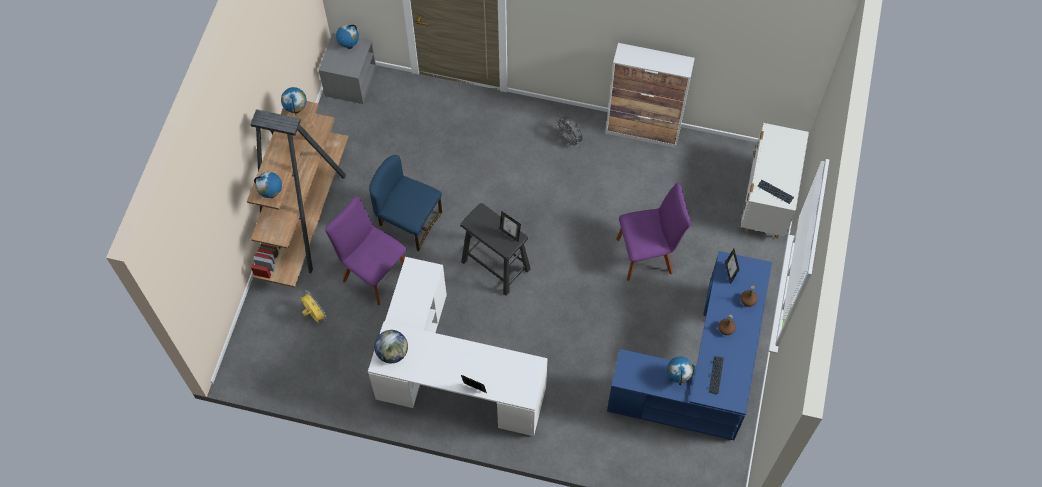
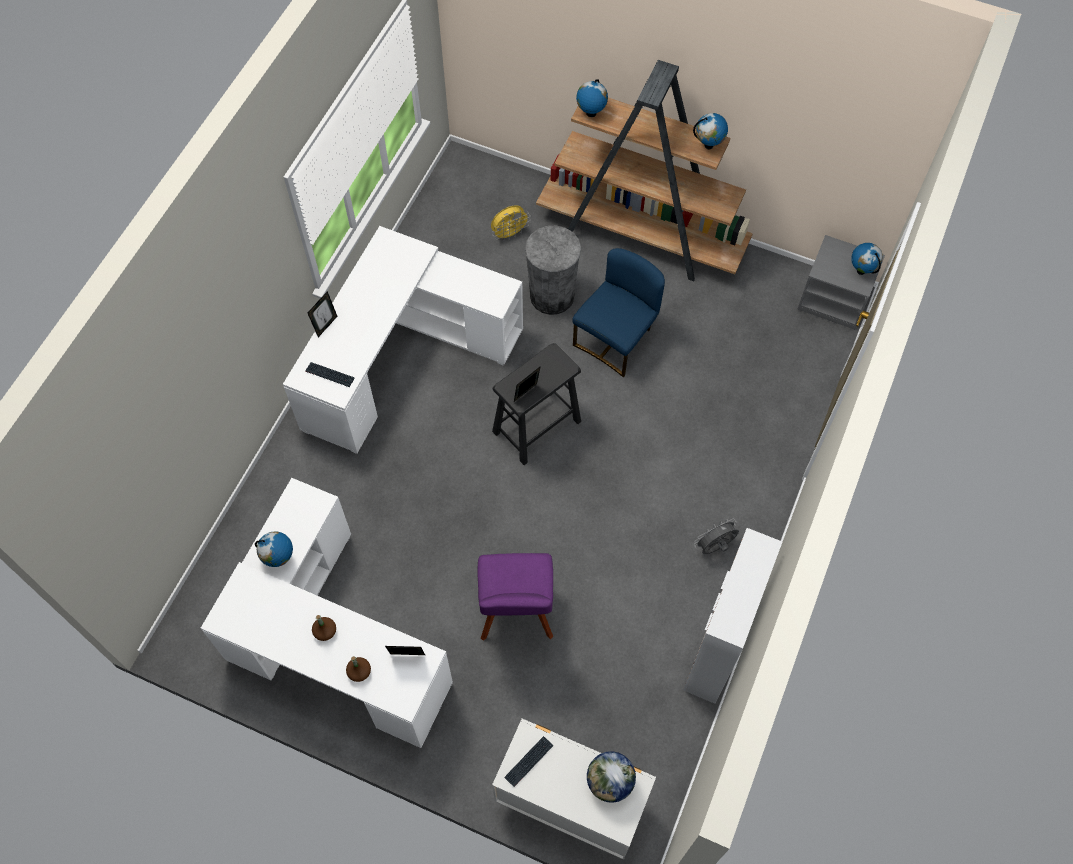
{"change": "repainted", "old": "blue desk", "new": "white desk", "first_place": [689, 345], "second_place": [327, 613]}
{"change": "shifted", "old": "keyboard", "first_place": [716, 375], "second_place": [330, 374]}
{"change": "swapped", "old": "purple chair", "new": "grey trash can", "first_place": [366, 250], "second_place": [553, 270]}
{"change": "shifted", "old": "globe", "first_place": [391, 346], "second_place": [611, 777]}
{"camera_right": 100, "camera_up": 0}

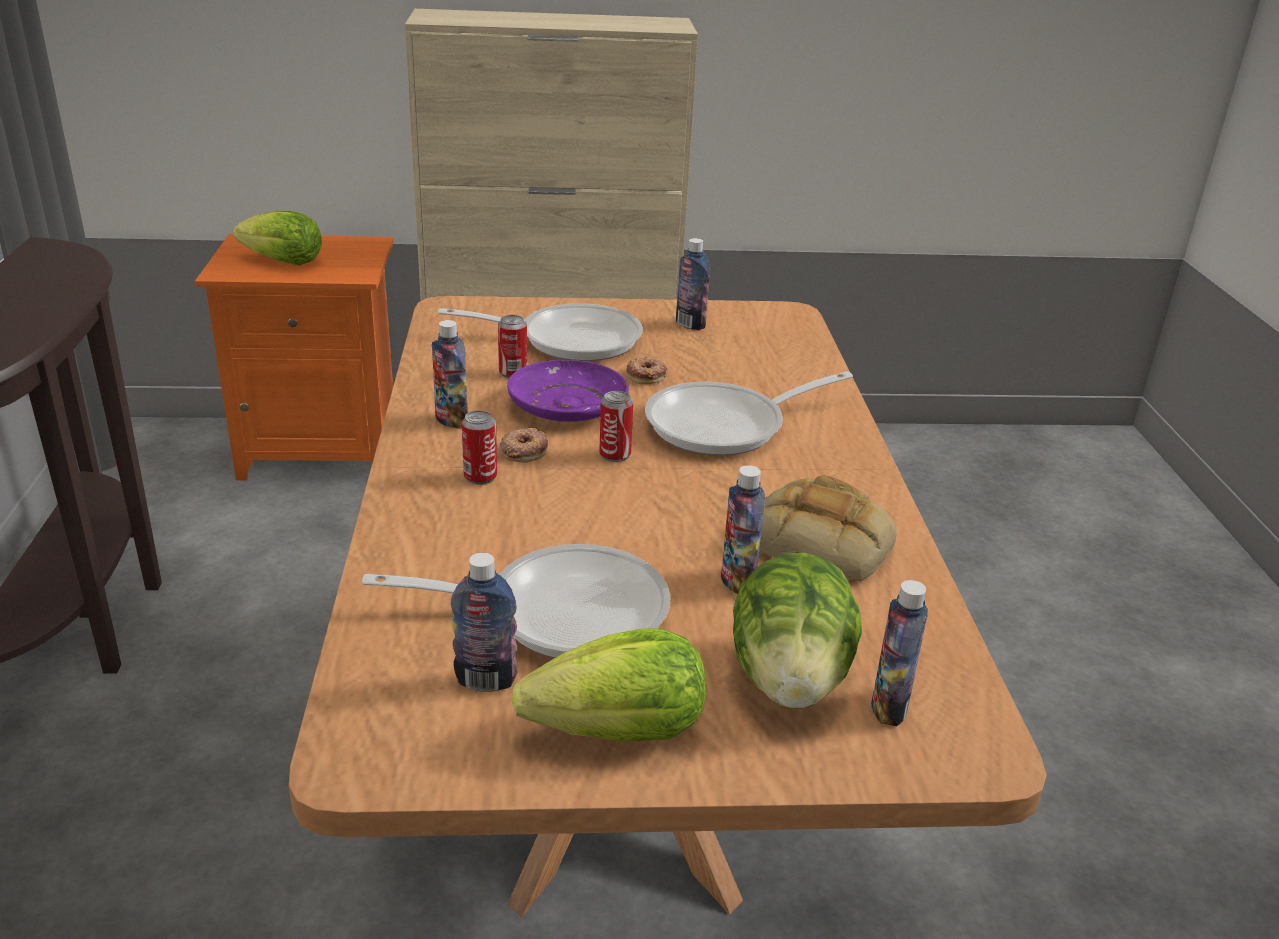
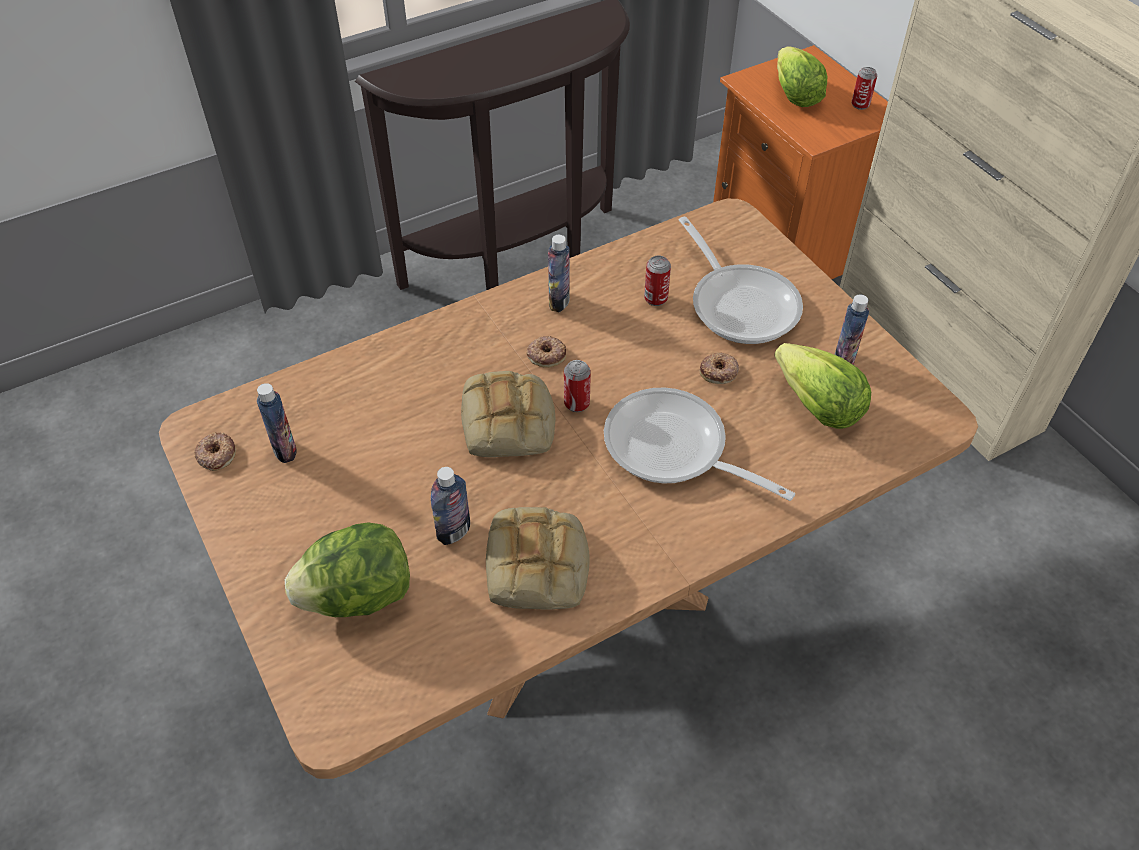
{"change": "new", "new": "donut", "second_place": [215, 451]}
{"change": "new", "new": "bread", "second_place": [508, 414]}
{"change": "shifted", "old": "lettuce", "first_place": [608, 684], "second_place": [822, 386]}
{"change": "shifted", "old": "can", "first_place": [479, 447], "second_place": [864, 88]}
{"change": "gone", "old": "frying pan", "first_place": [516, 601]}
{"change": "gone", "old": "purple plate", "first_place": [568, 391]}
{"change": "gone", "old": "bottle", "first_place": [899, 653]}
{"camera_right": 65, "camera_up": 20}

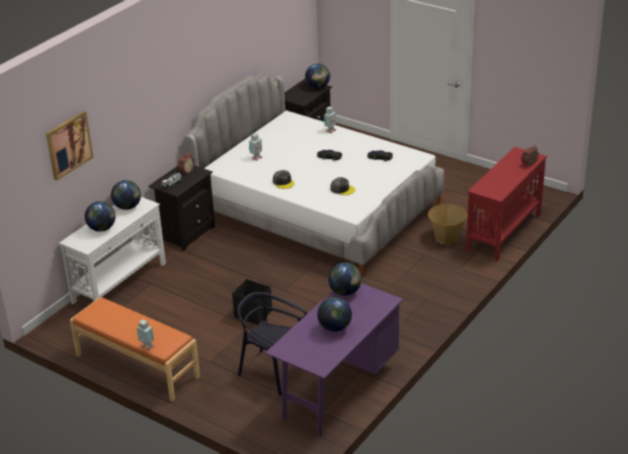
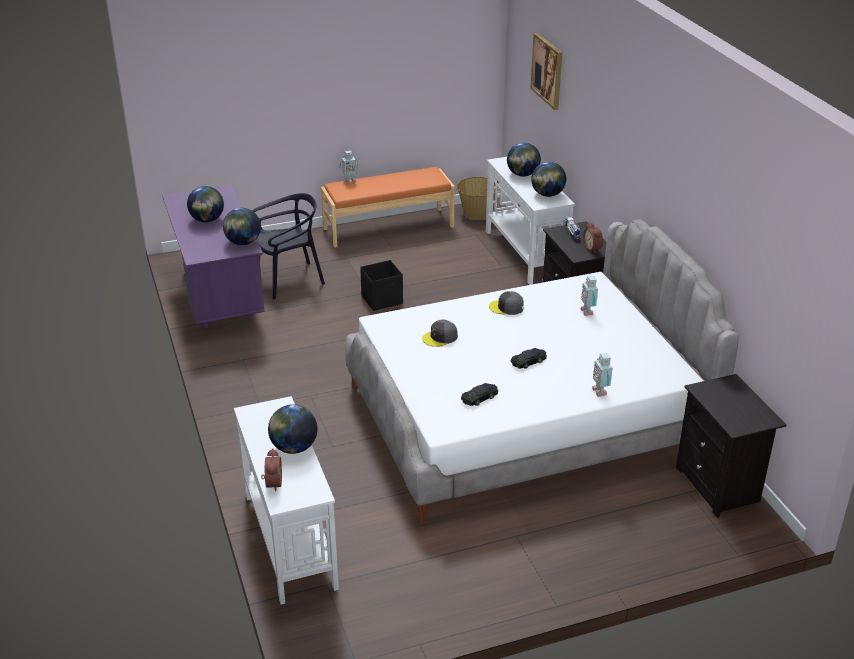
{"change": "repainted", "old": "red console table", "new": "white console table", "first_place": [506, 204], "second_place": [286, 500]}
{"change": "shifted", "old": "globe", "first_place": [317, 76], "second_place": [293, 429]}
{"change": "shifted", "old": "basket", "first_place": [448, 224], "second_place": [478, 198]}
{"camera_right": 125, "camera_up": 0}

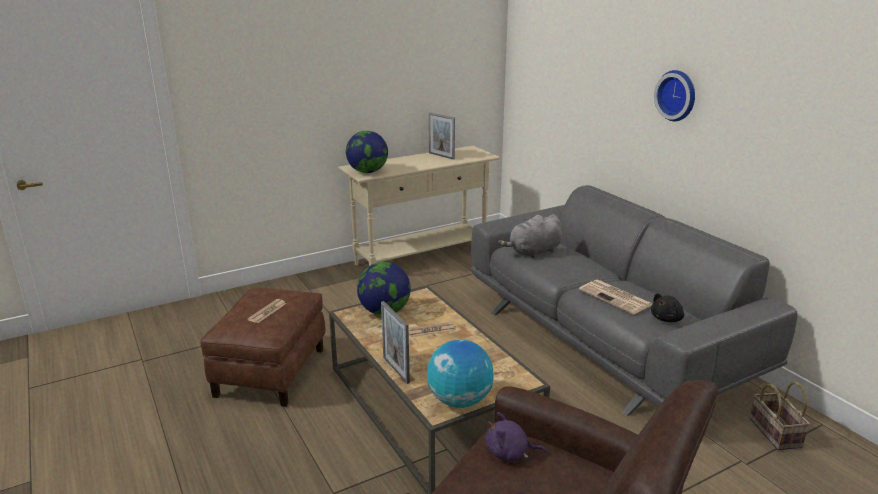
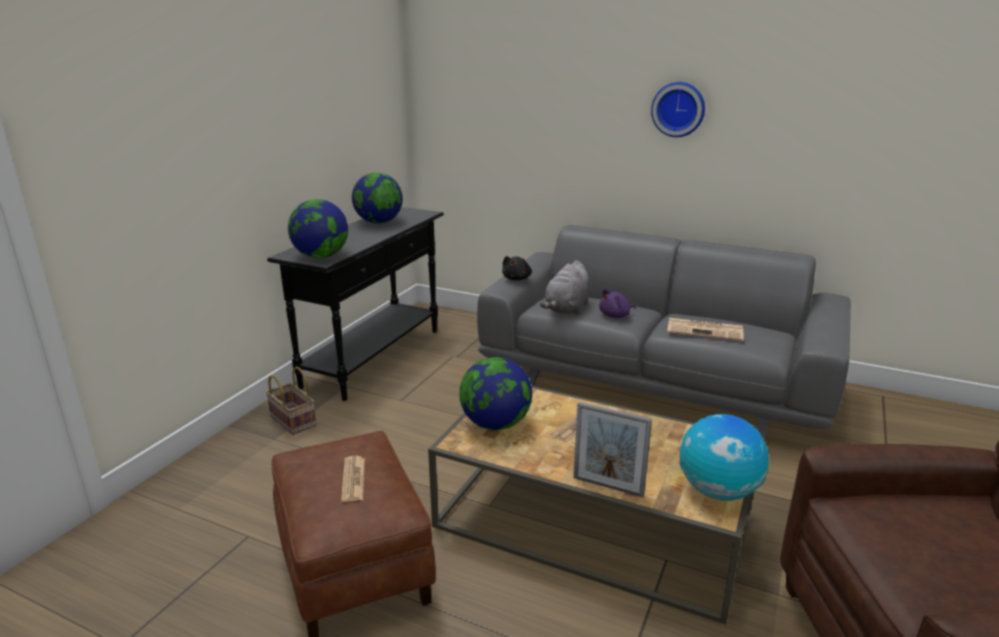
{"change": "shifted", "old": "basket", "first_place": [780, 416], "second_place": [291, 401]}
{"change": "repainted", "old": "beige console table", "new": "black console table", "first_place": [419, 206], "second_place": [355, 304]}
{"change": "swapped", "old": "picture frame", "new": "globe", "first_place": [442, 136], "second_place": [377, 198]}
{"change": "shifted", "old": "black plush toy", "first_place": [667, 307], "second_place": [517, 268]}
{"change": "shifted", "old": "purple plush toy", "first_place": [516, 436], "second_place": [617, 303]}
{"camera_right": -35, "camera_up": 0}

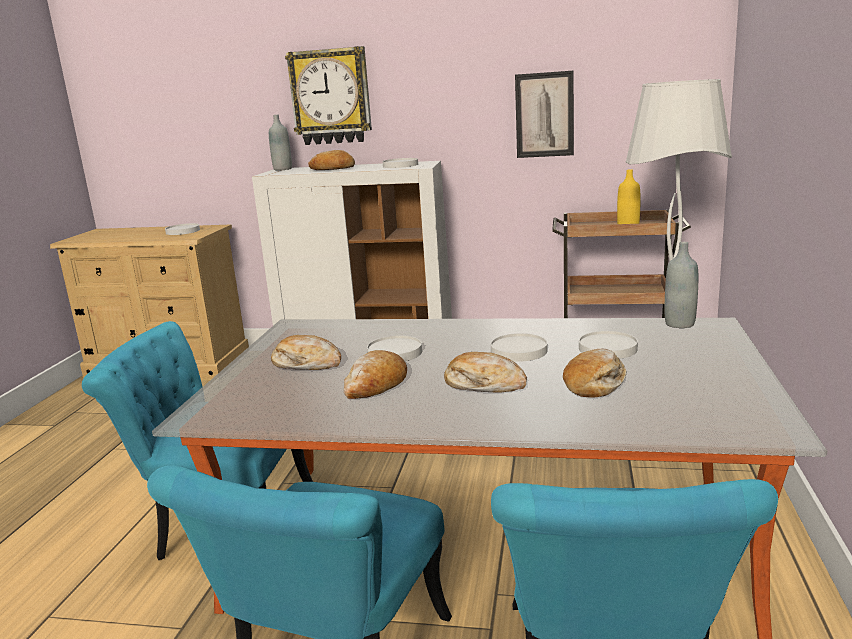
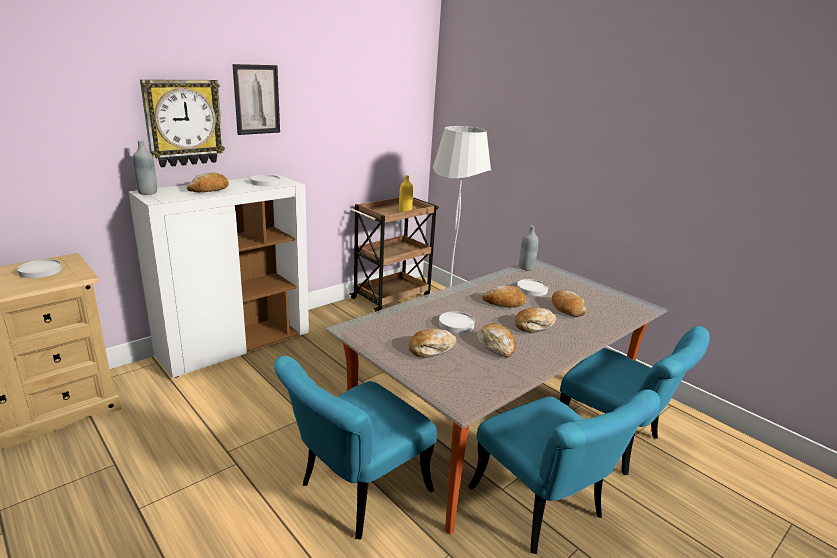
{"change": "shifted", "old": "picture", "first_place": [544, 114], "second_place": [256, 99]}
{"change": "swapped", "old": "white plate", "new": "bread", "first_place": [519, 347], "second_place": [504, 296]}
{"camera_right": -55, "camera_up": 5}

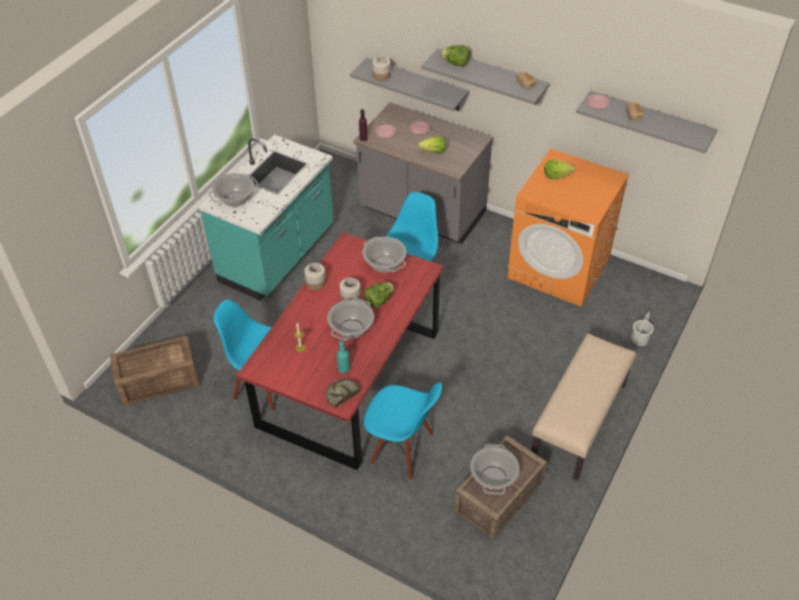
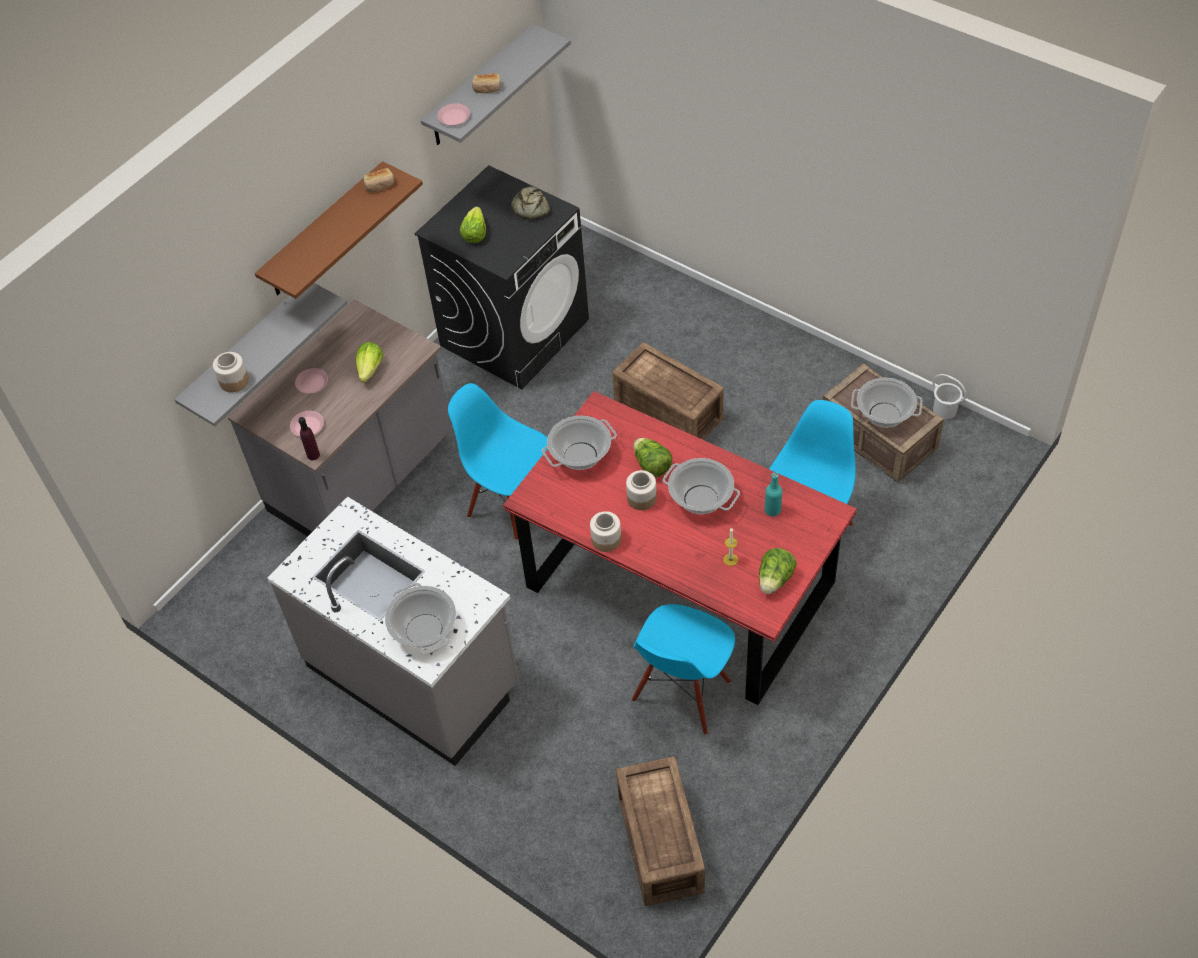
{"change": "repainted", "old": "grey shelf", "new": "brown shelf", "first_place": [485, 77], "second_place": [339, 230]}
{"change": "repainted", "old": "turquoise counter", "new": "grey counter", "first_place": [266, 218], "second_place": [393, 631]}
{"change": "repainted", "old": "orange washing machine", "new": "black washing machine", "first_place": [568, 227], "second_place": [502, 277]}
{"change": "shifted", "old": "bread", "first_place": [343, 393], "second_place": [530, 203]}
{"change": "new", "new": "crate", "second_place": [668, 391]}
{"change": "shifted", "old": "lettuce", "first_place": [455, 56], "second_place": [778, 571]}
{"change": "shifted", "old": "white bucket", "first_place": [642, 328], "second_place": [949, 396]}
{"change": "gone", "old": "beige bench", "first_place": [583, 407]}
{"camera_right": -80, "camera_up": 5}

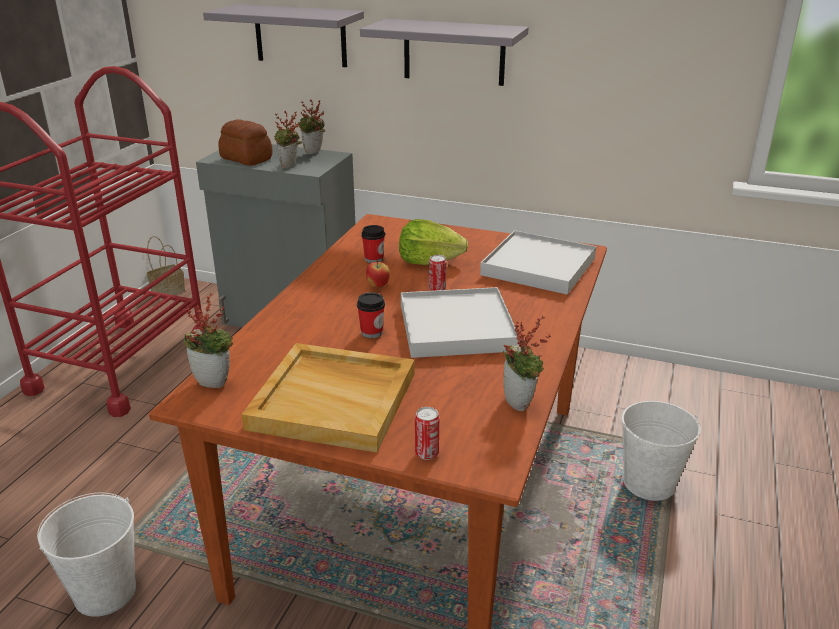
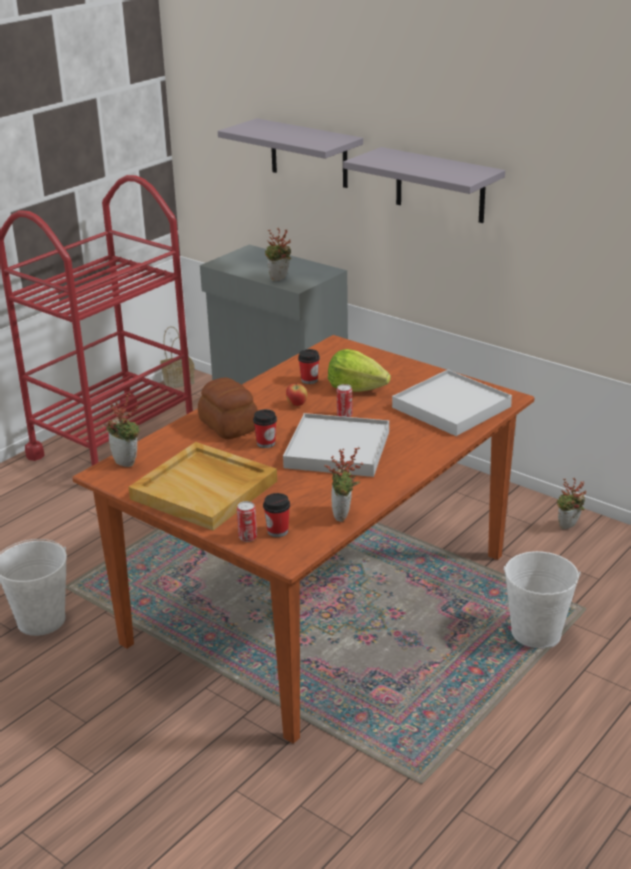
{"change": "shifted", "old": "bread", "first_place": [245, 142], "second_place": [228, 408]}
{"change": "new", "new": "cup", "second_place": [276, 515]}
{"change": "shifted", "old": "potted plant", "first_place": [312, 127], "second_place": [571, 503]}
{"camera_right": 20, "camera_up": 0}

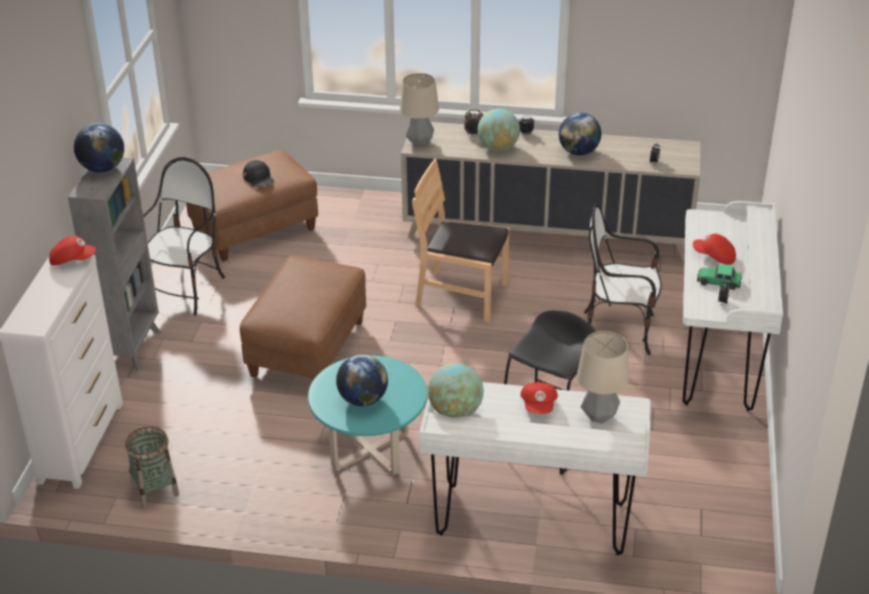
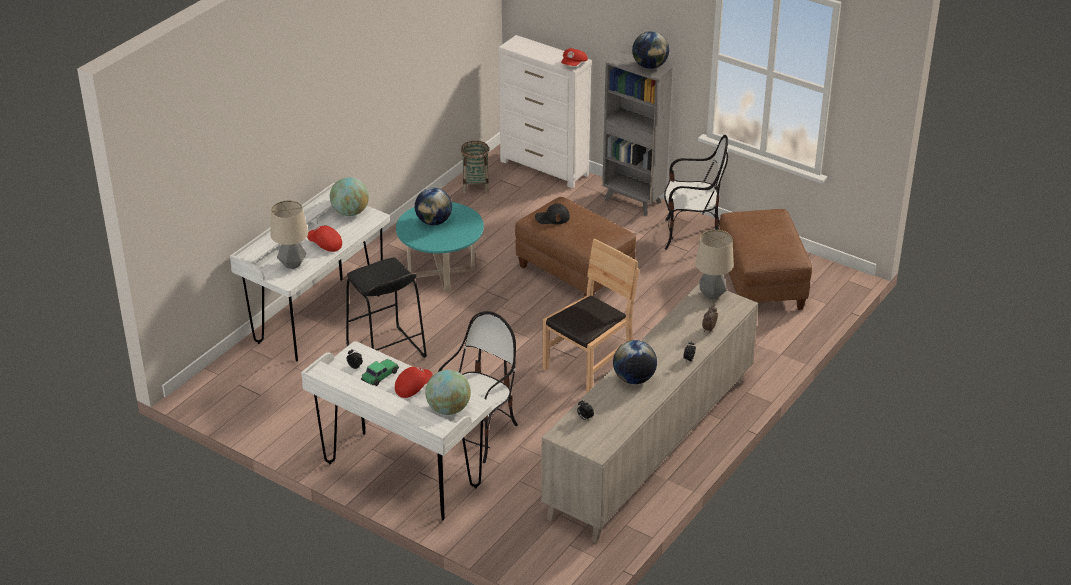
{"change": "shifted", "old": "globe", "first_place": [499, 129], "second_place": [448, 392]}
{"change": "shifted", "old": "black cap", "first_place": [258, 173], "second_place": [552, 214]}
{"change": "rotated", "old": "chair", "first_place": [184, 236], "second_place": [696, 192], "degrees": -45}
{"camera_right": 115, "camera_up": 0}

